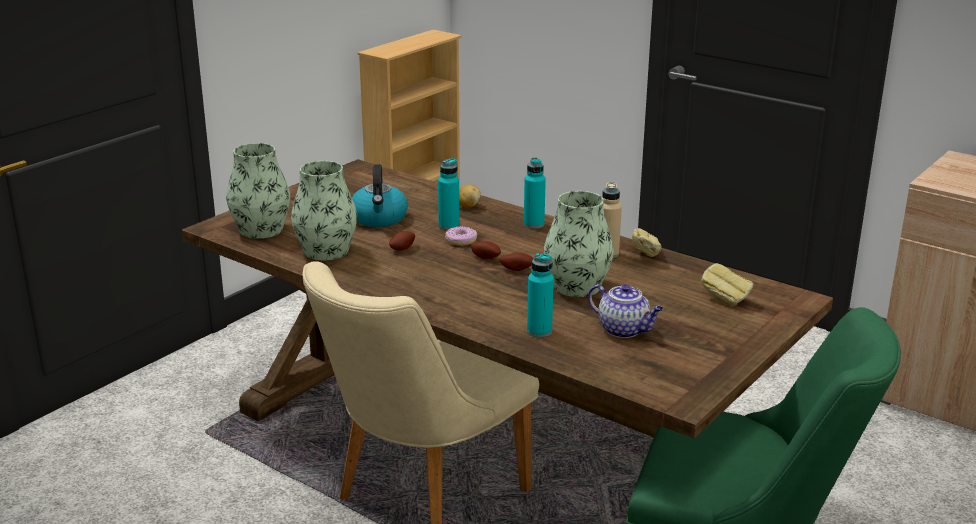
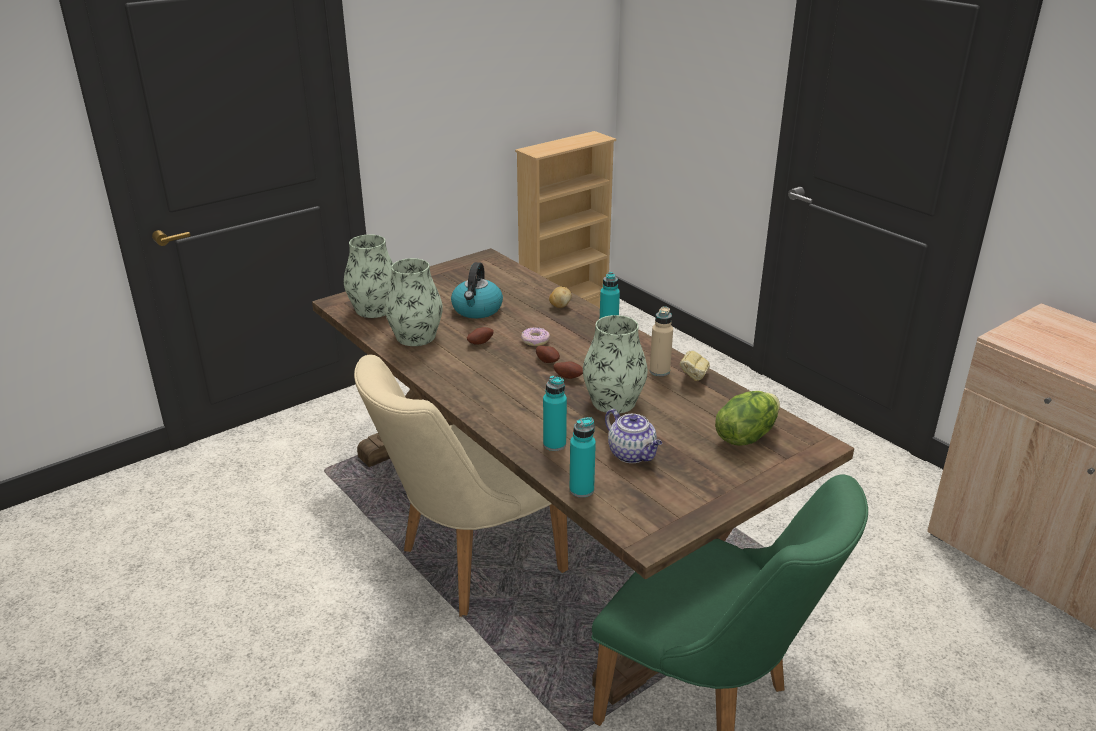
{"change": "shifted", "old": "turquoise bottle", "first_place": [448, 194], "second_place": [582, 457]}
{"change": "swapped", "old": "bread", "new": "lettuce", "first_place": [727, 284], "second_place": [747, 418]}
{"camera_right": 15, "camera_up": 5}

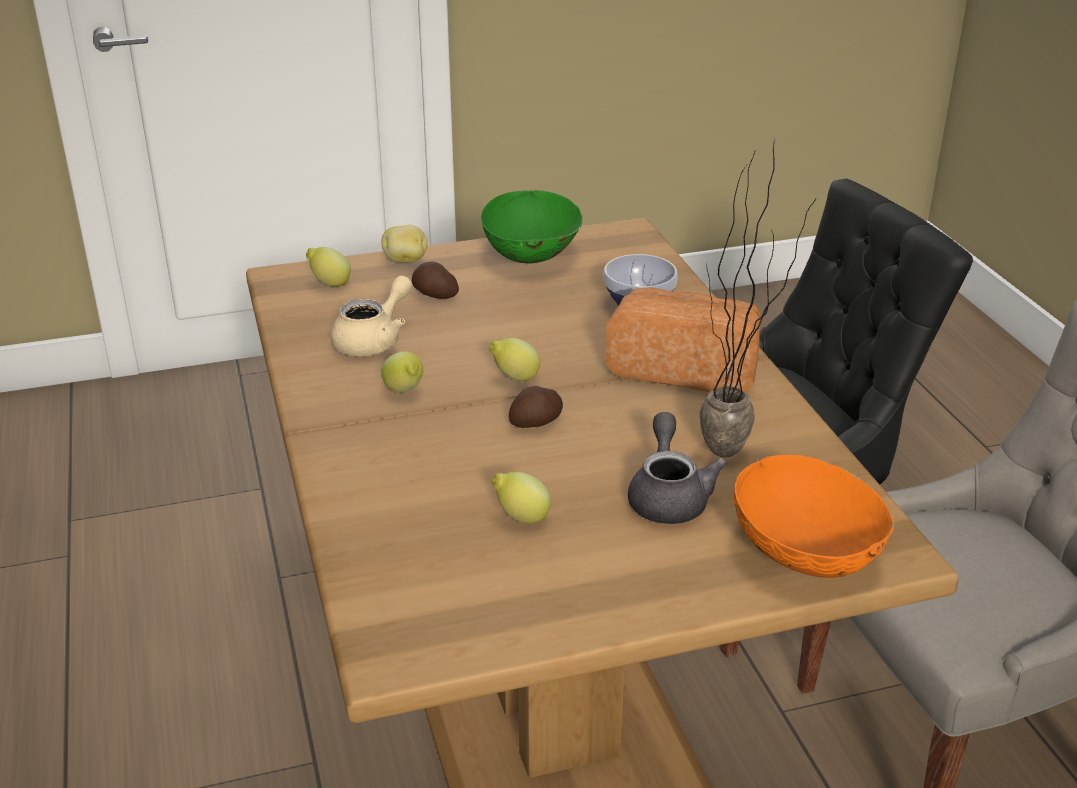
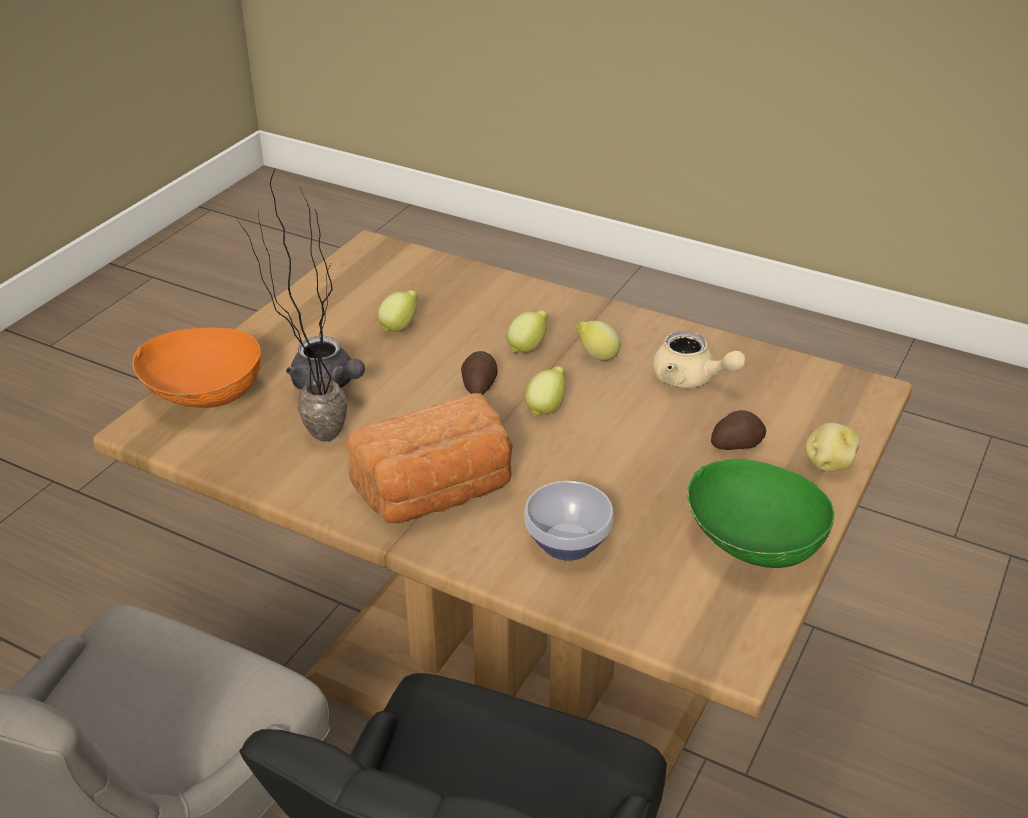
{"change": "shifted", "old": "lemon", "first_place": [328, 267], "second_place": [527, 331]}
{"change": "rotated", "old": "beige teapot", "first_place": [372, 316], "second_place": [699, 359], "degrees": -45}
{"camera_right": 135, "camera_up": 5}

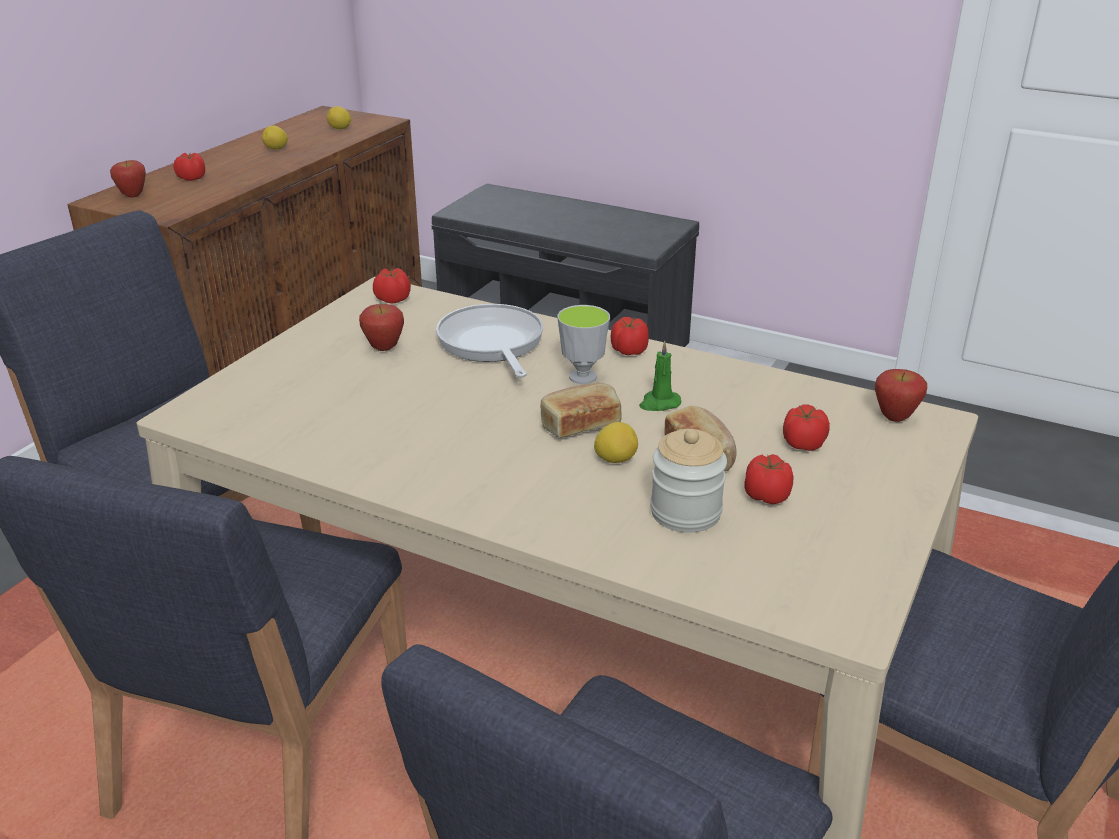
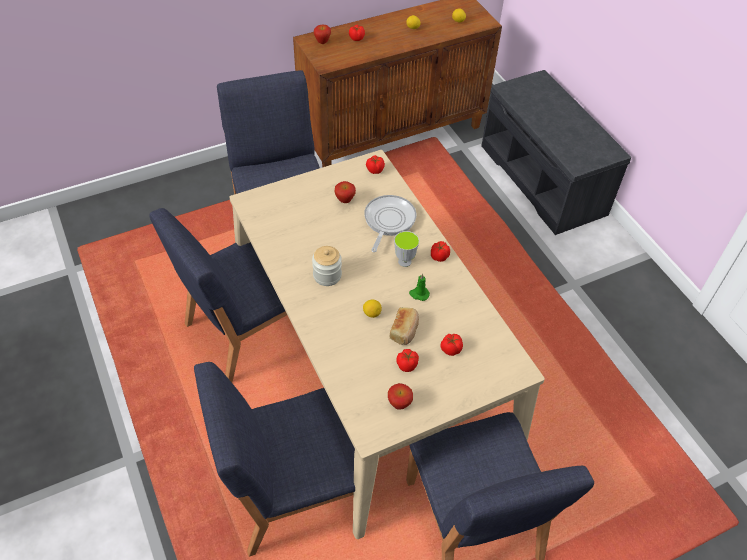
{"change": "shifted", "old": "jar", "first_place": [688, 481], "second_place": [327, 266]}
{"change": "shifted", "old": "apple", "first_place": [901, 395], "second_place": [400, 396]}
{"change": "gone", "old": "bread", "first_place": [581, 410]}
{"camera_right": 35, "camera_up": 20}

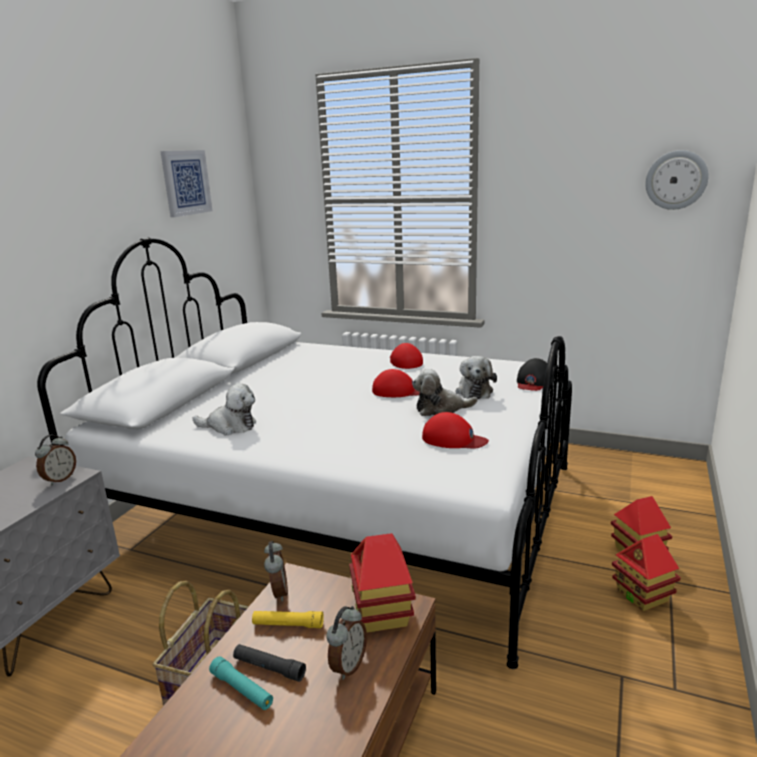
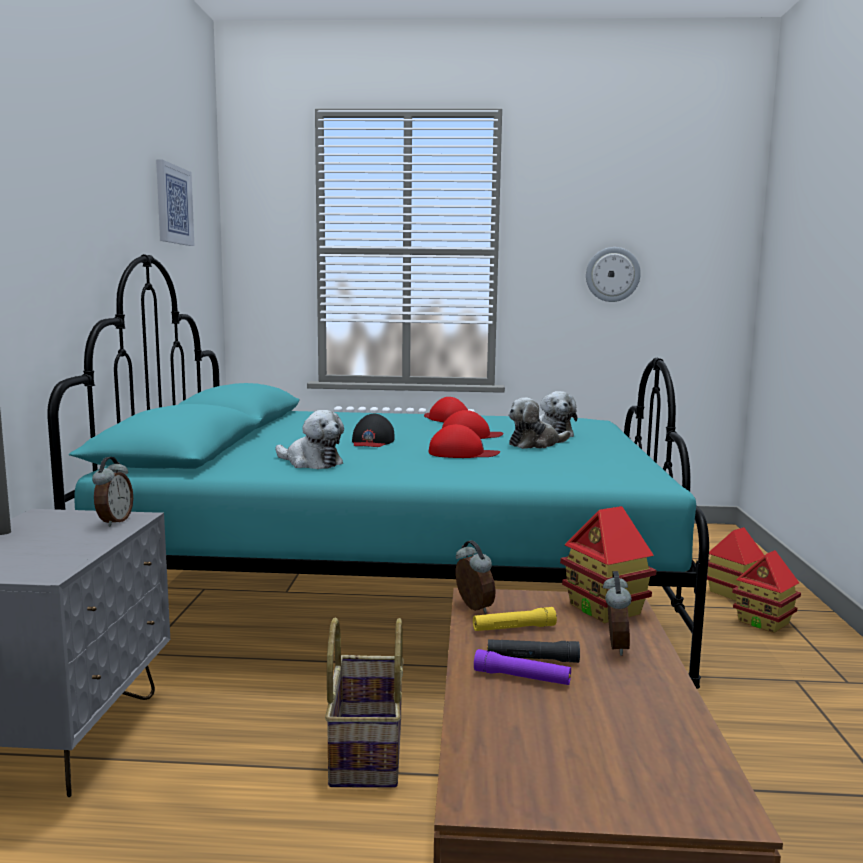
{"change": "repainted", "old": "white bed", "new": "turquoise bed", "first_place": [304, 453], "second_place": [378, 471]}
{"change": "rotated", "old": "plush toy", "first_place": [224, 409], "second_place": [310, 439], "degrees": 45}
{"change": "shifted", "old": "black cap", "first_place": [532, 374], "second_place": [373, 430]}
{"change": "shifted", "old": "red cap", "first_place": [455, 430], "second_place": [464, 441]}
{"change": "repainted", "old": "turquoise flashlight", "new": "purple flashlight", "first_place": [241, 683], "second_place": [522, 667]}
{"change": "shifted", "old": "wall clock", "first_place": [677, 180], "second_place": [613, 274]}
{"camera_right": -20, "camera_up": -10}

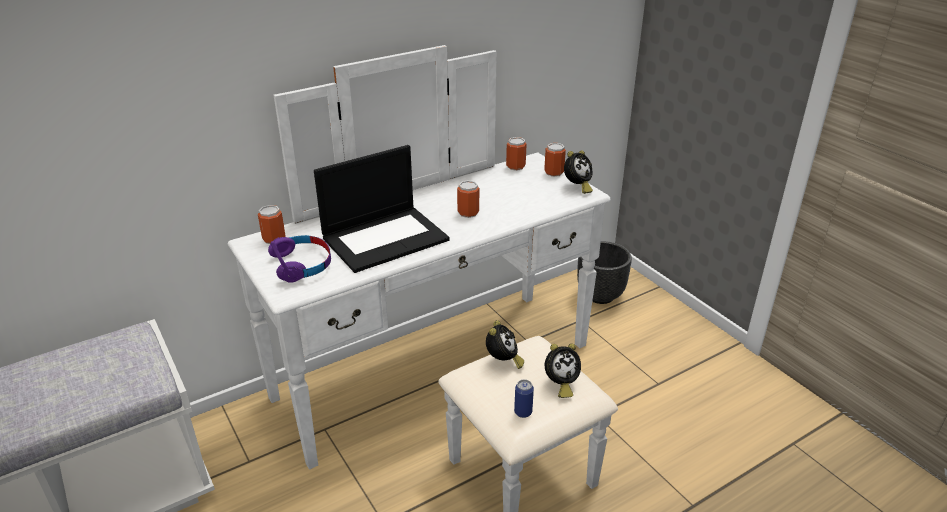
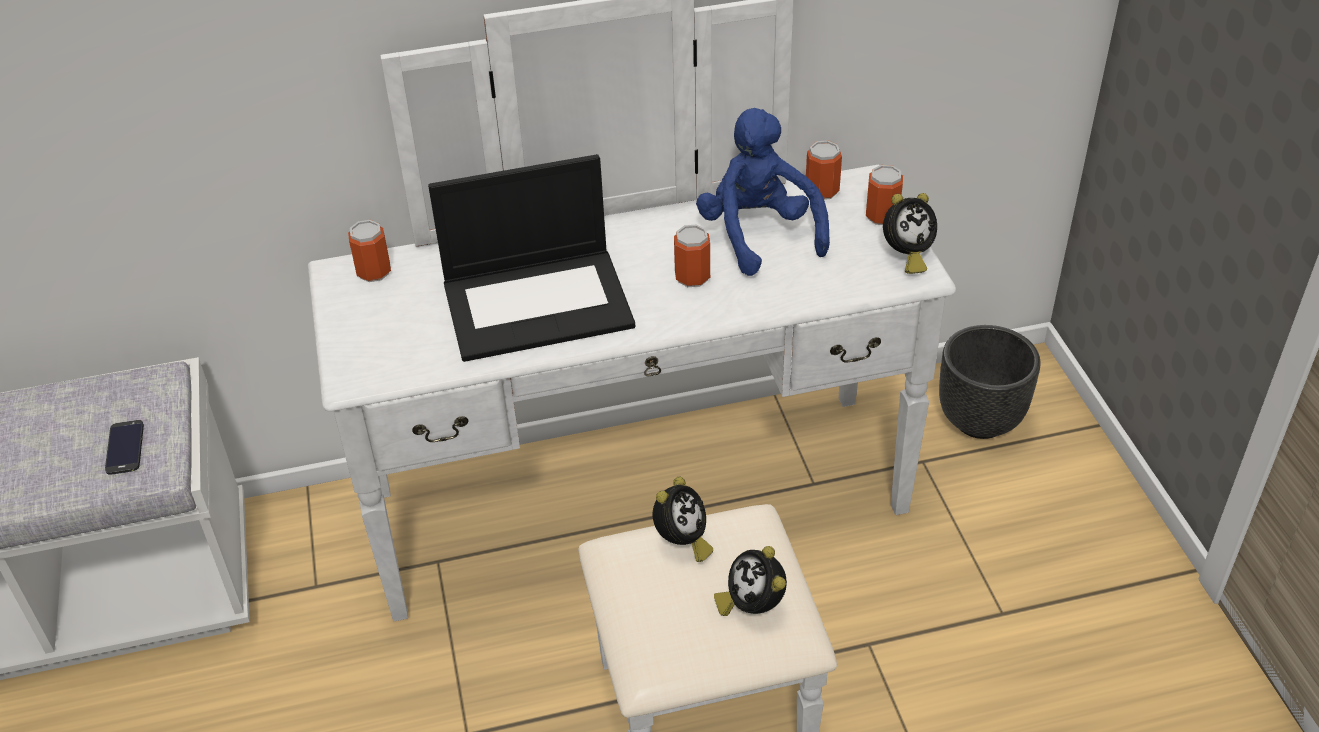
{"change": "new", "new": "phone", "second_place": [124, 447]}
{"change": "new", "new": "blue plush toy", "second_place": [763, 192]}
{"change": "rotated", "old": "alarm clock", "first_place": [563, 371], "second_place": [750, 581], "degrees": 75}
{"change": "gone", "old": "purple headphones", "first_place": [299, 259]}
{"change": "gone", "old": "can", "first_place": [524, 398]}
{"camera_right": 20, "camera_up": 10}

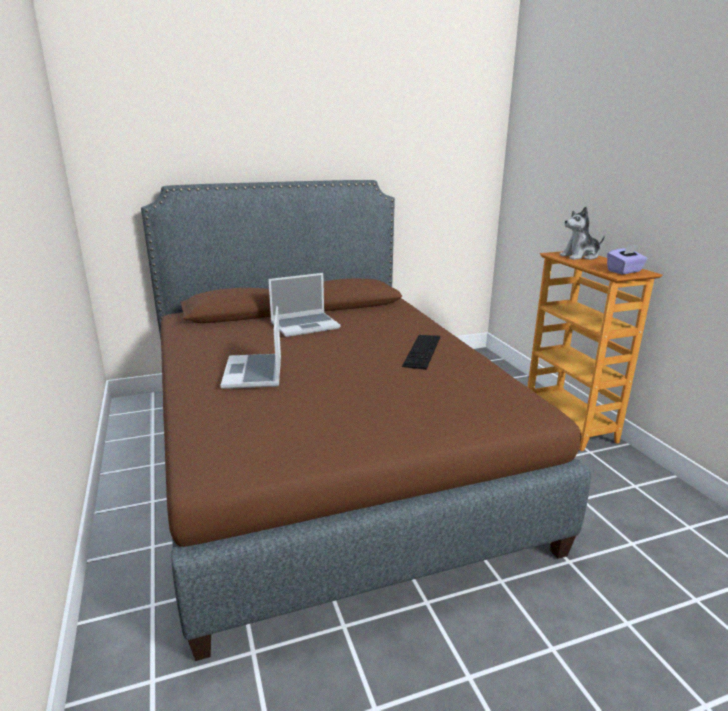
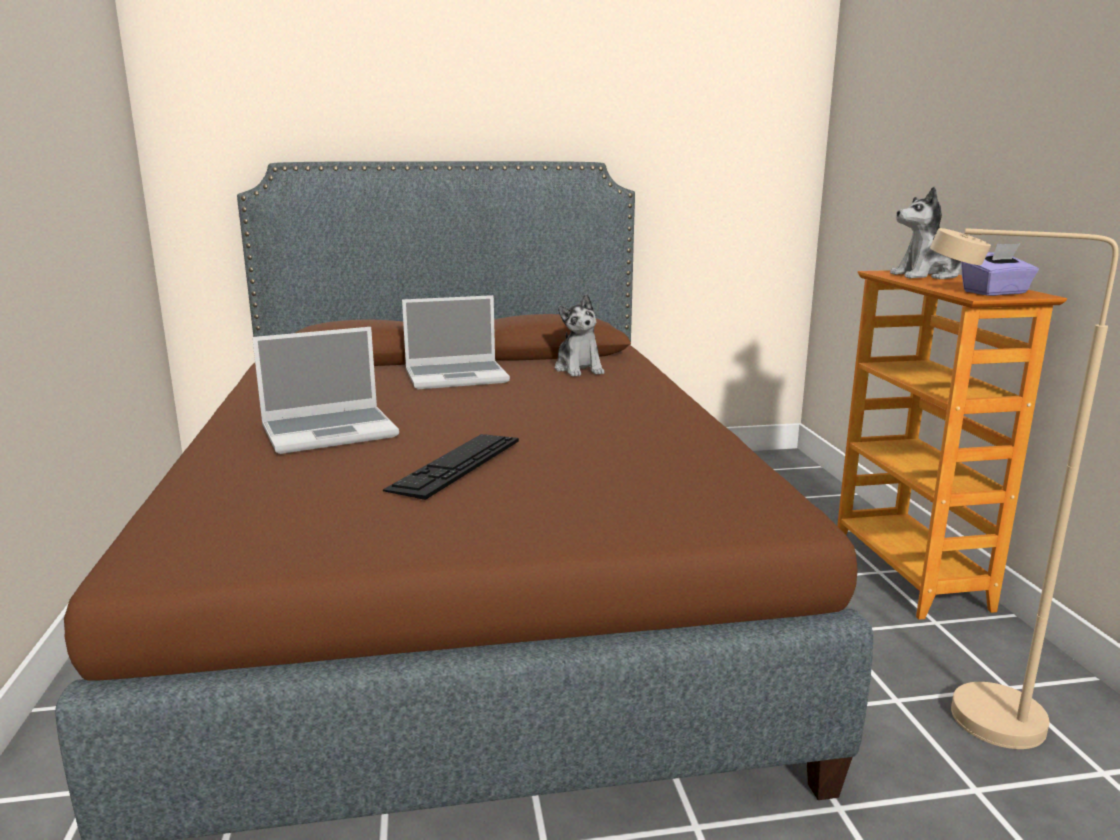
{"change": "rotated", "old": "laptop", "first_place": [251, 347], "second_place": [325, 390], "degrees": -120}
{"change": "shifted", "old": "keyboard", "first_place": [421, 352], "second_place": [451, 467]}
{"change": "new", "new": "plush toy", "second_place": [579, 335]}
{"change": "new", "new": "beige floor lamp", "second_place": [1024, 488]}
{"camera_right": 10, "camera_up": -5}

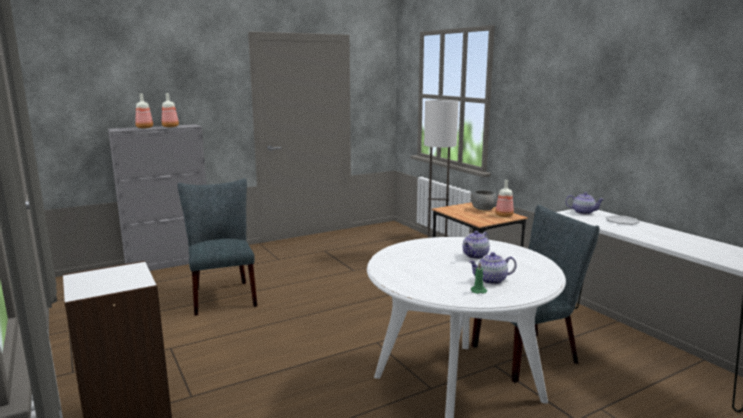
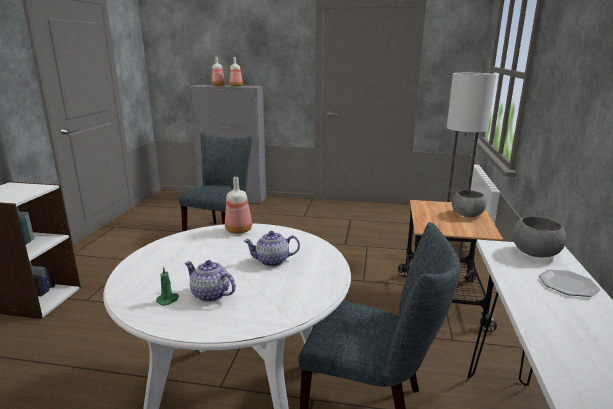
{"change": "shifted", "old": "bottle", "first_place": [504, 198], "second_place": [238, 205]}
{"change": "swapped", "old": "teapot", "new": "grey bowl", "first_place": [584, 203], "second_place": [539, 236]}
{"camera_right": 40, "camera_up": 5}

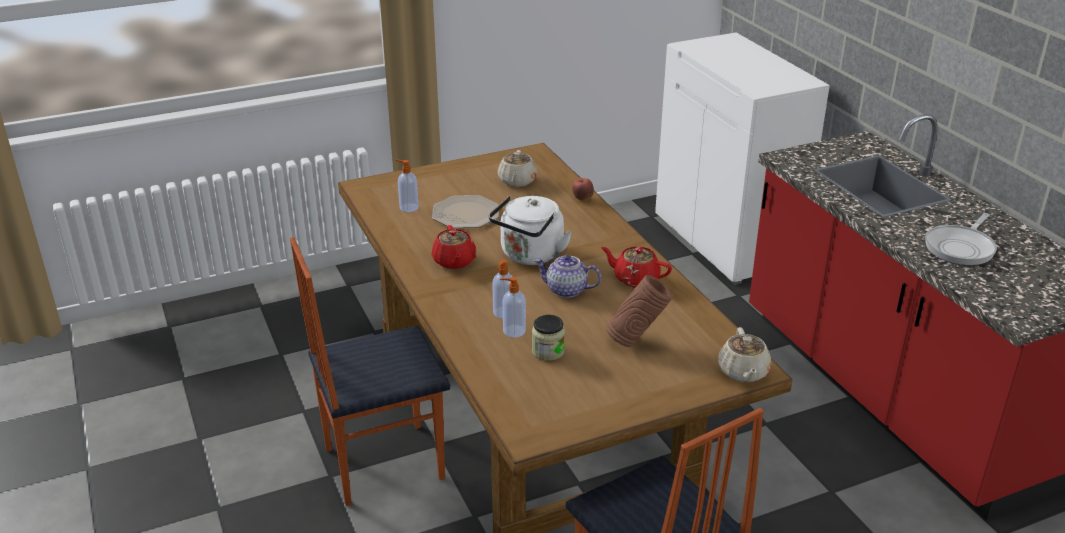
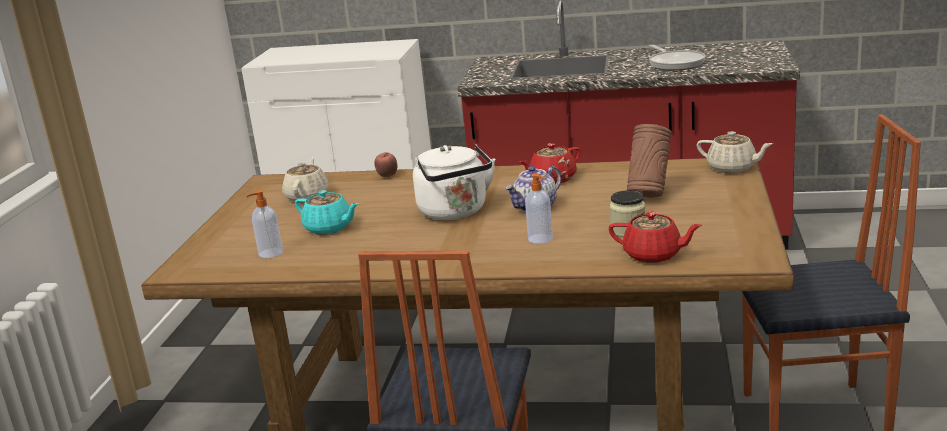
{"change": "rotated", "old": "beige teapot", "first_place": [517, 168], "second_place": [305, 179], "degrees": -120}
{"change": "swapped", "old": "plate", "new": "turquoise teapot", "first_place": [465, 211], "second_place": [327, 212]}
{"change": "shifted", "old": "red teapot", "first_place": [454, 247], "second_place": [655, 237]}
{"change": "gone", "old": "soap dispenser", "first_place": [513, 307]}
{"camera_right": -55, "camera_up": -10}

